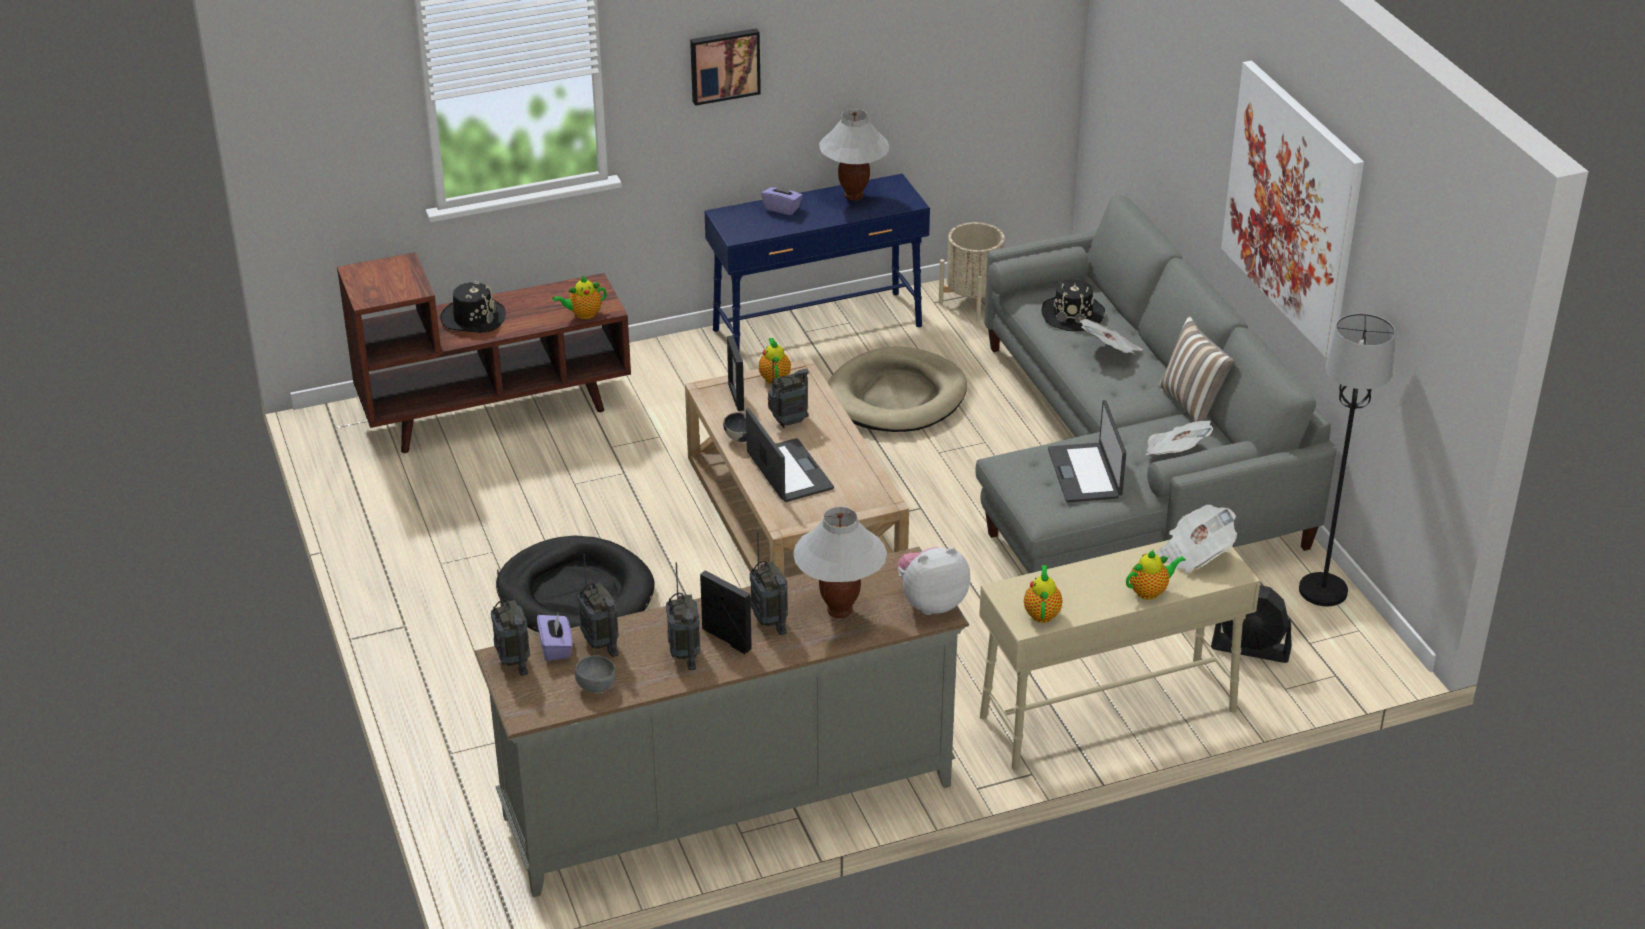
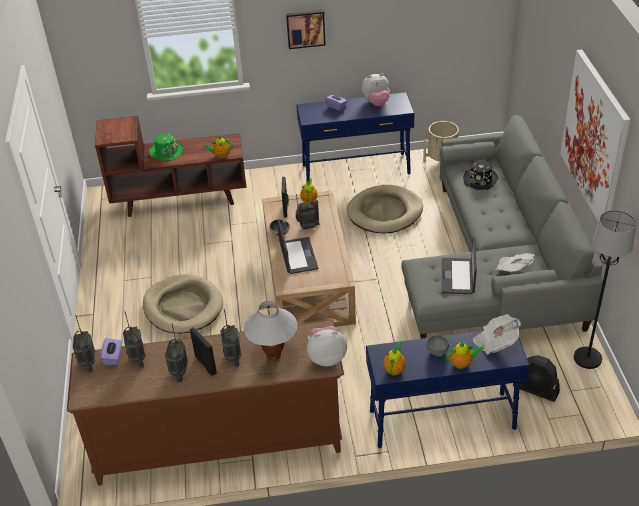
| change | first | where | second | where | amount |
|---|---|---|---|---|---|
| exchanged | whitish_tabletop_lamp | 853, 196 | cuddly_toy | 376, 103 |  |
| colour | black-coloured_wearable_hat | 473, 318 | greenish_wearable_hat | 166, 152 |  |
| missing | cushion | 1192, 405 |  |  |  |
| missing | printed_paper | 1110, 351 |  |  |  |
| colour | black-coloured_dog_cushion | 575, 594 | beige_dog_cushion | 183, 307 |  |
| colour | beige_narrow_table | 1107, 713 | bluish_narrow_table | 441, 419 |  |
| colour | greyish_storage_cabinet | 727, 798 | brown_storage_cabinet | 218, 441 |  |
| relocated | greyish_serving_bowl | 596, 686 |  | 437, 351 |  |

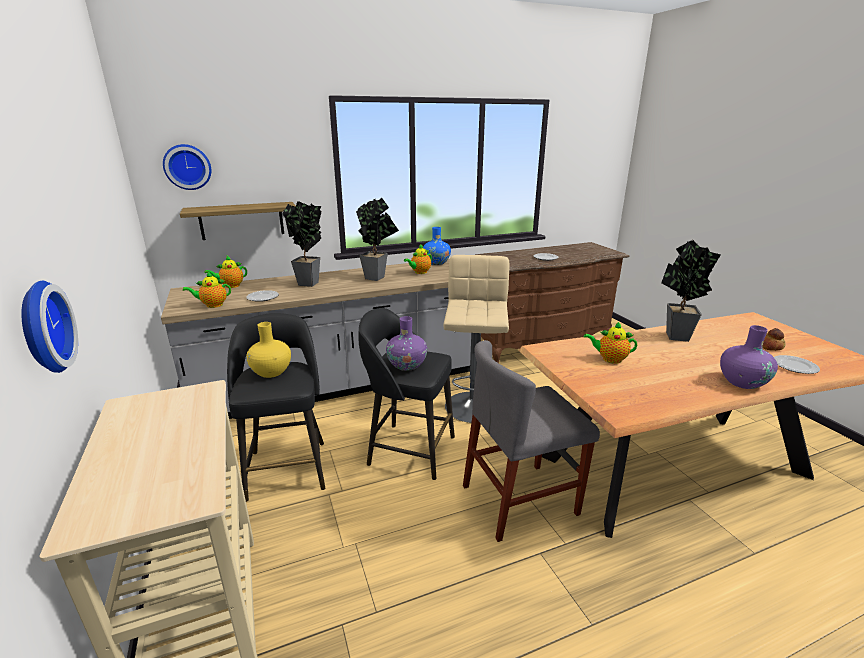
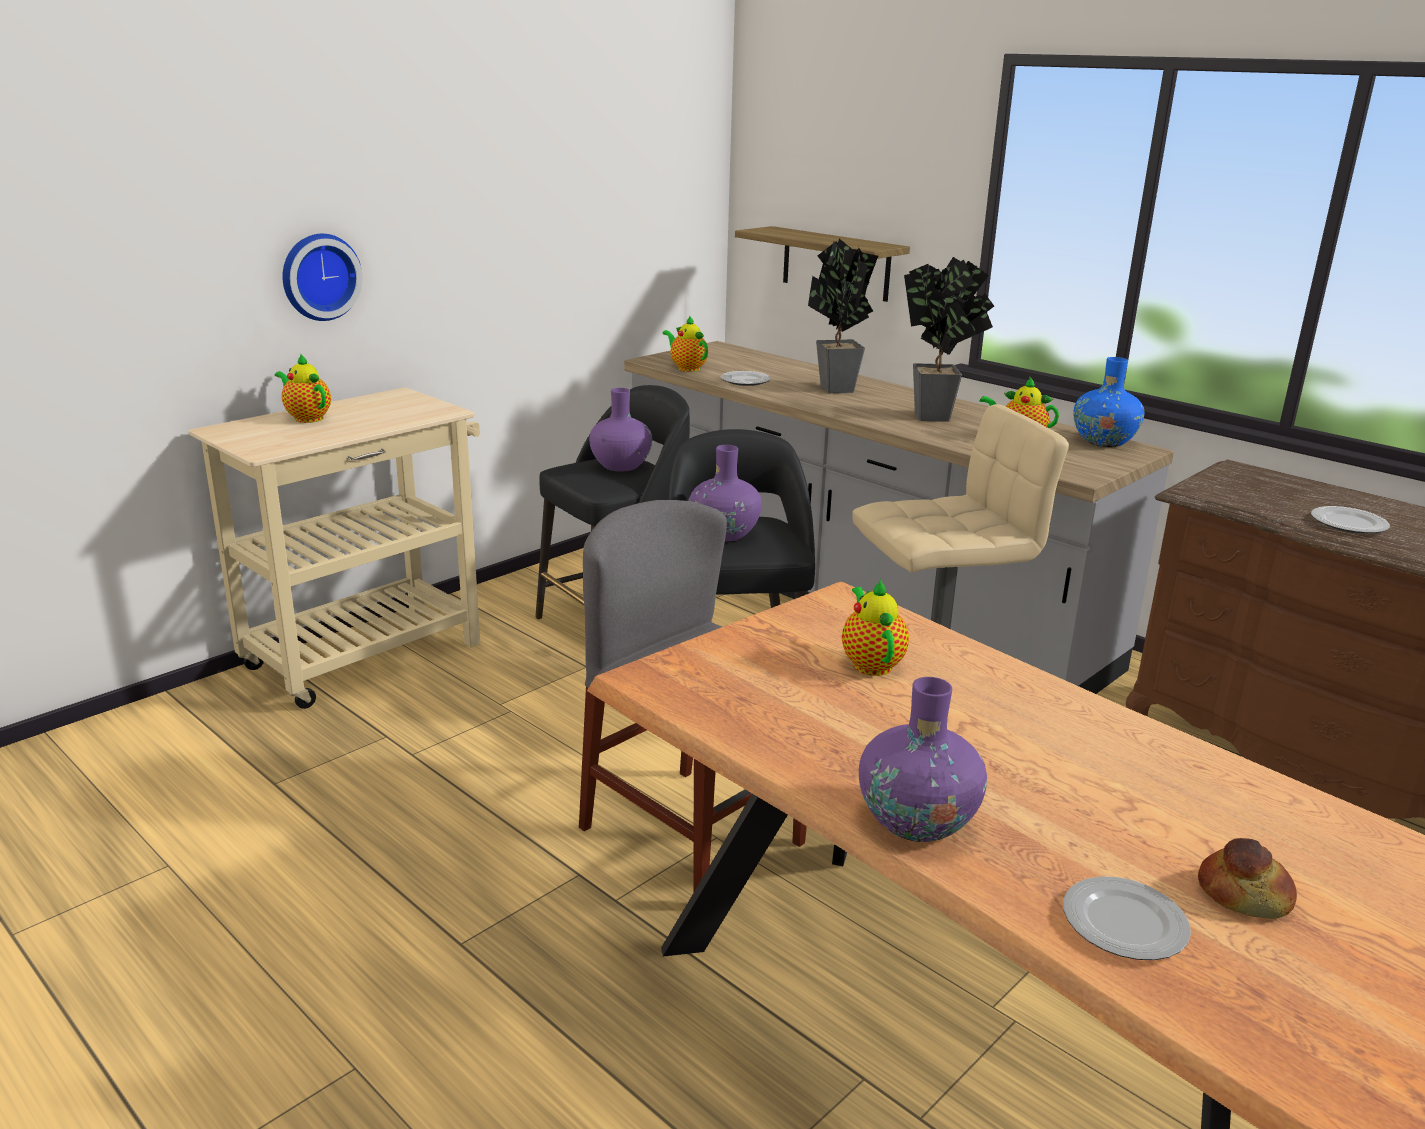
| change | first | where | second | where | amount |
|---|---|---|---|---|---|
| missing | hanging_clock | 187, 167 |  |  |  |
| missing | potted_plant | 675, 338 |  |  |  |
| relocated | teapot | 230, 286 |  | 306, 418 |  |
| colour | yellowish_vase | 271, 372 | purple-coloured_vase | 620, 466 |  |

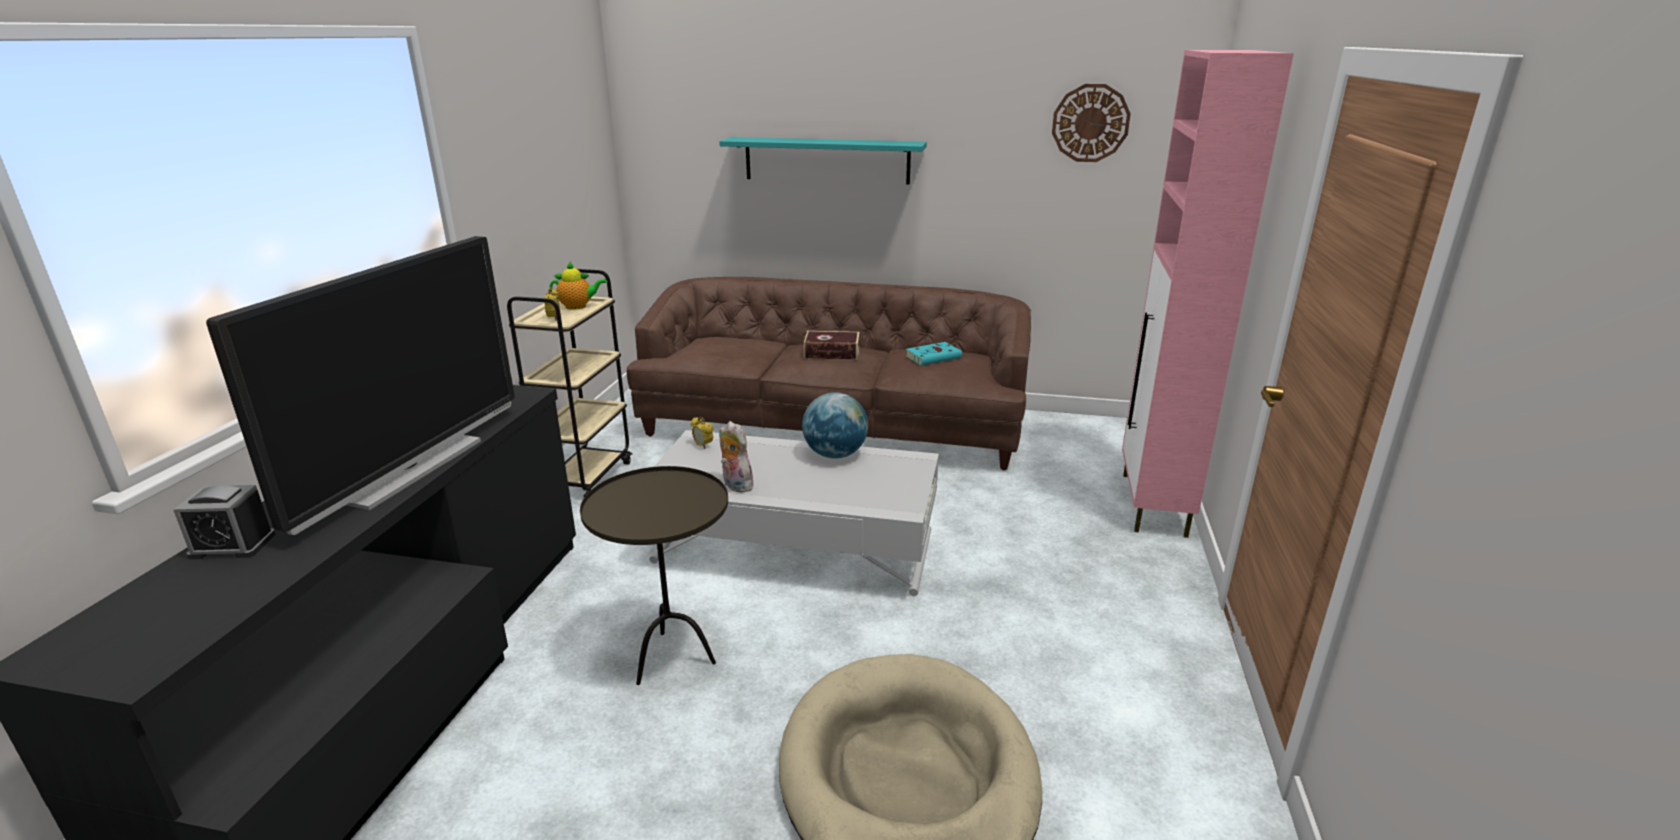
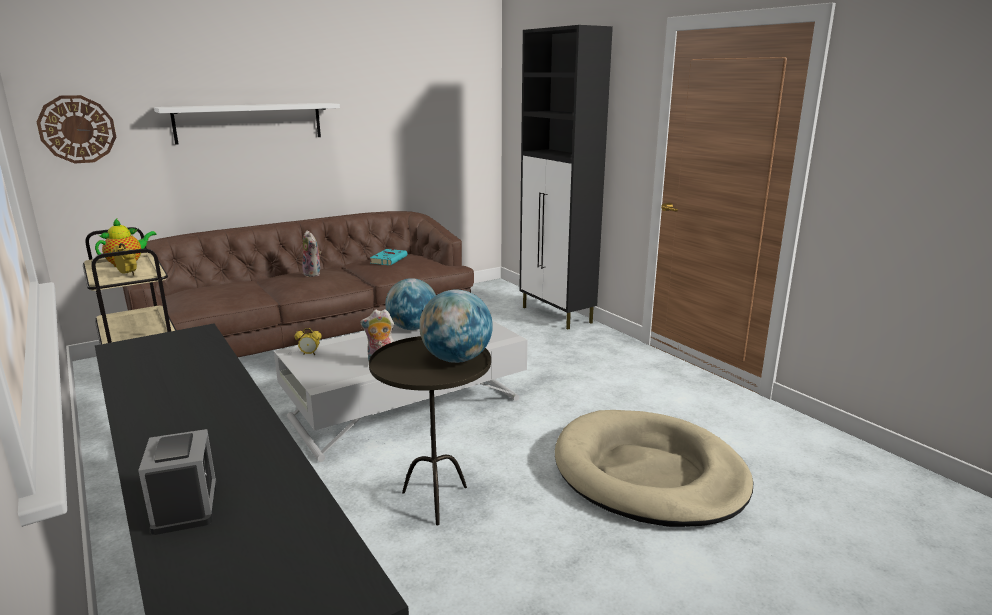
| change | first | where | second | where | amount |
|---|---|---|---|---|---|
| colour | pink_storage_cabinet | 1153, 505 | black-coloured_storage_cabinet | 557, 315 |  |
| relocated | hanging_clock | 1090, 123 |  | 77, 129 |  |
| colour | turquoise_wall_shelf | 827, 160 | whitish_wall_shelf | 249, 122 |  |
| missing | TV_set | 410, 469 |  |  |  |
| exchanged | bound_book | 832, 353 | cuddly_toy | 313, 274 |  |
| spun | table_clock | 232, 545 |  | 185, 506 | 60 degrees counterclockwise |
| appeared |  |  | desk_globe | 456, 359 |  |

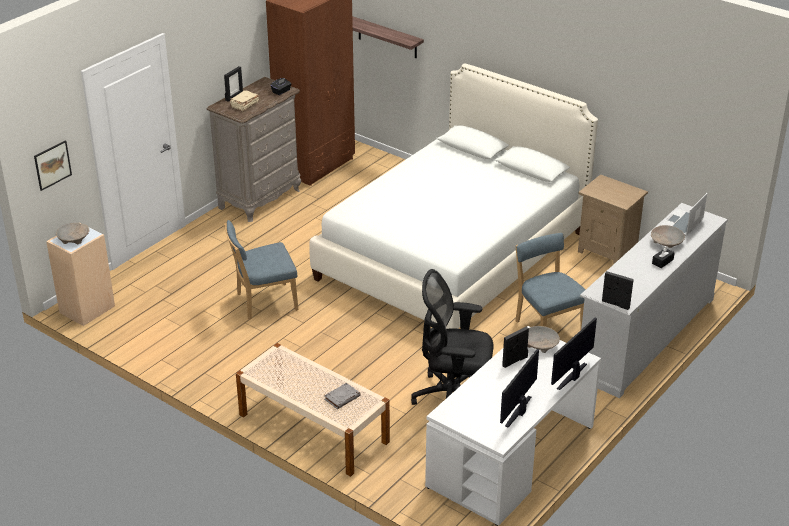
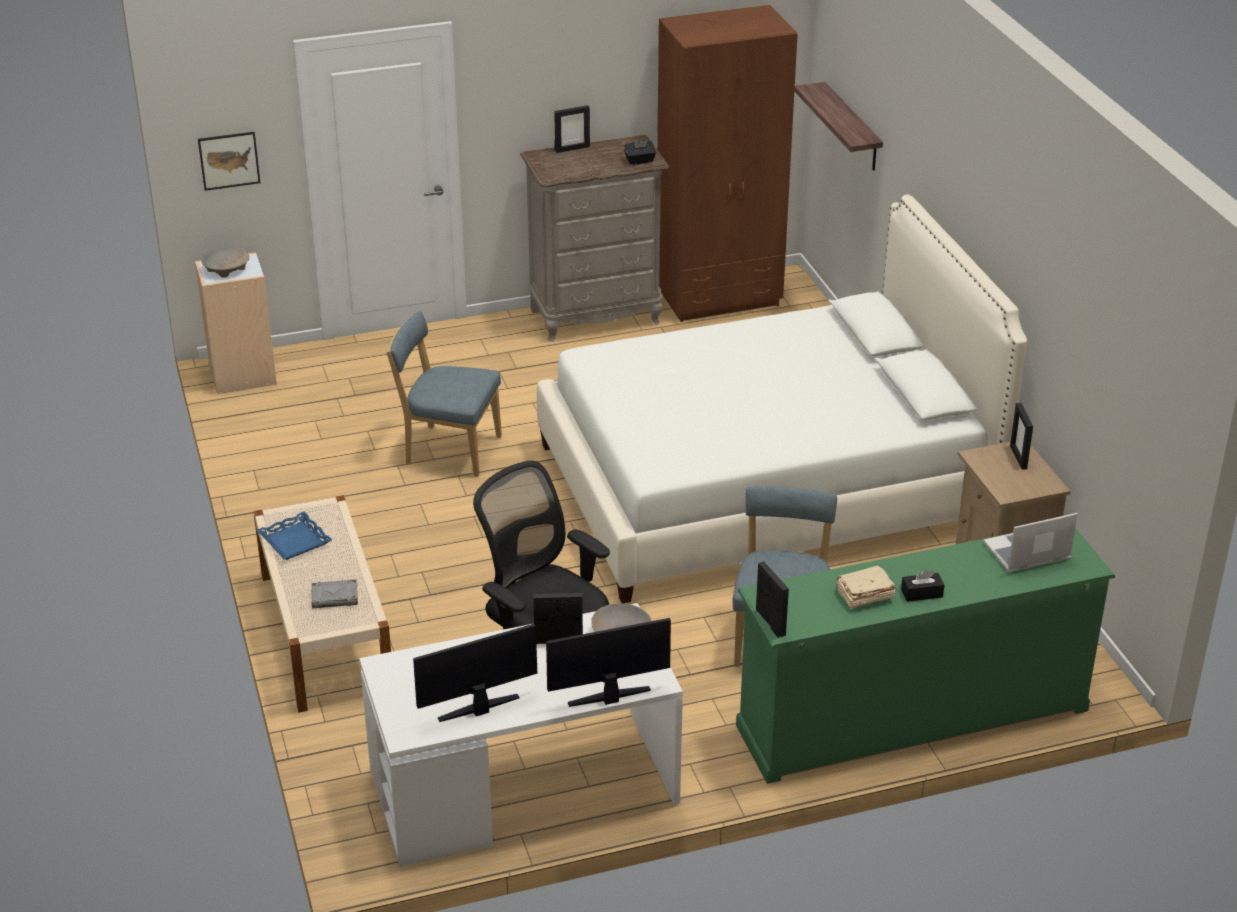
| change | first | where | second | where | amount |
|---|---|---|---|---|---|
| relocated | beige_bound_book | 244, 105 |  | 864, 595 |  |
| colour | whitish_storage_cabinet | 646, 337 | greenish_storage_cabinet | 911, 718 |  |
| missing | beige_serving_bowl | 667, 242 |  |  |  |
| appeared |  |  | photo_frame | 1019, 457 |  |
| appeared |  |  | bluish_serving_tray | 294, 541 |  |

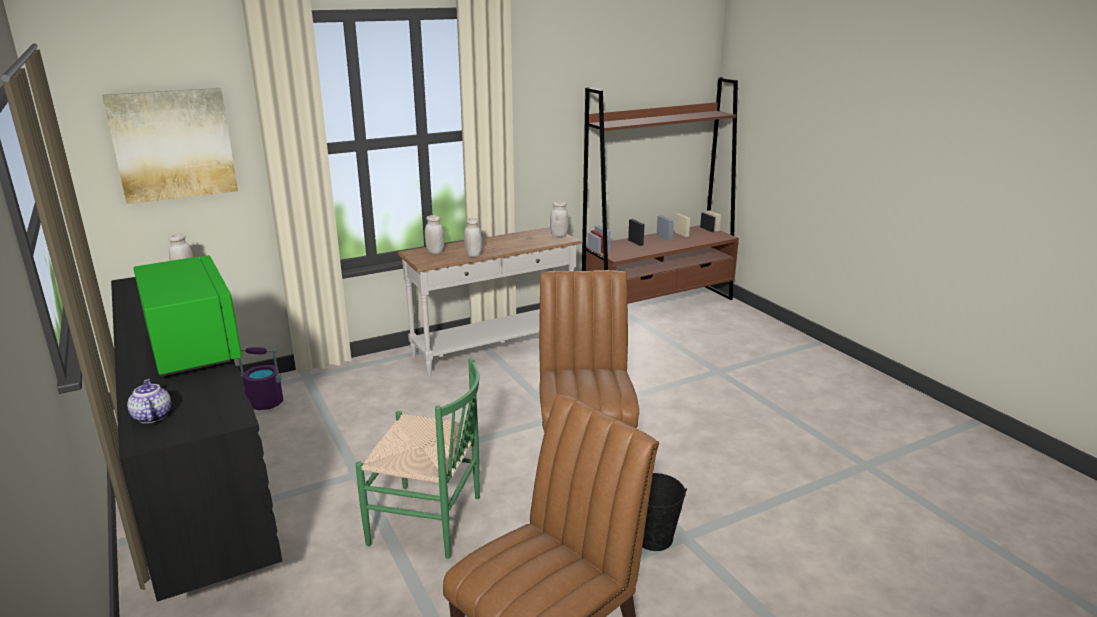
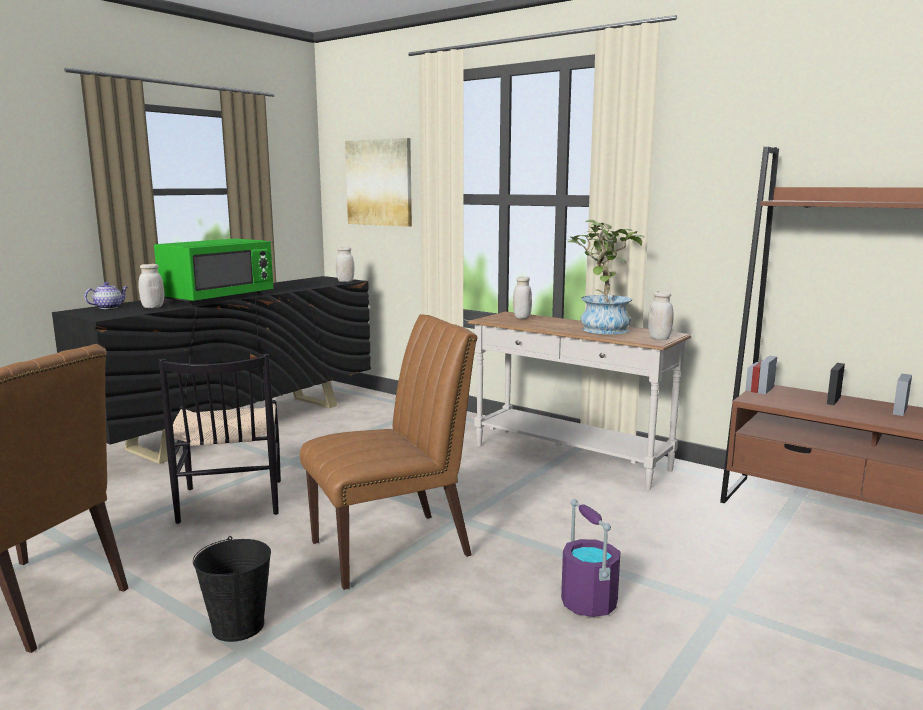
| change | first | where | second | where | amount |
|---|---|---|---|---|---|
| relocated | whitish_storage_jar | 473, 255 |  | 153, 307 |  |
| relocated | purple-coloured_bucket | 265, 403 |  | 588, 602 |  |
| colour | greenish_chair | 430, 521 | black-coloured_chair | 230, 504 |  |
| appeared |  |  | potted_plant | 601, 328 |  |

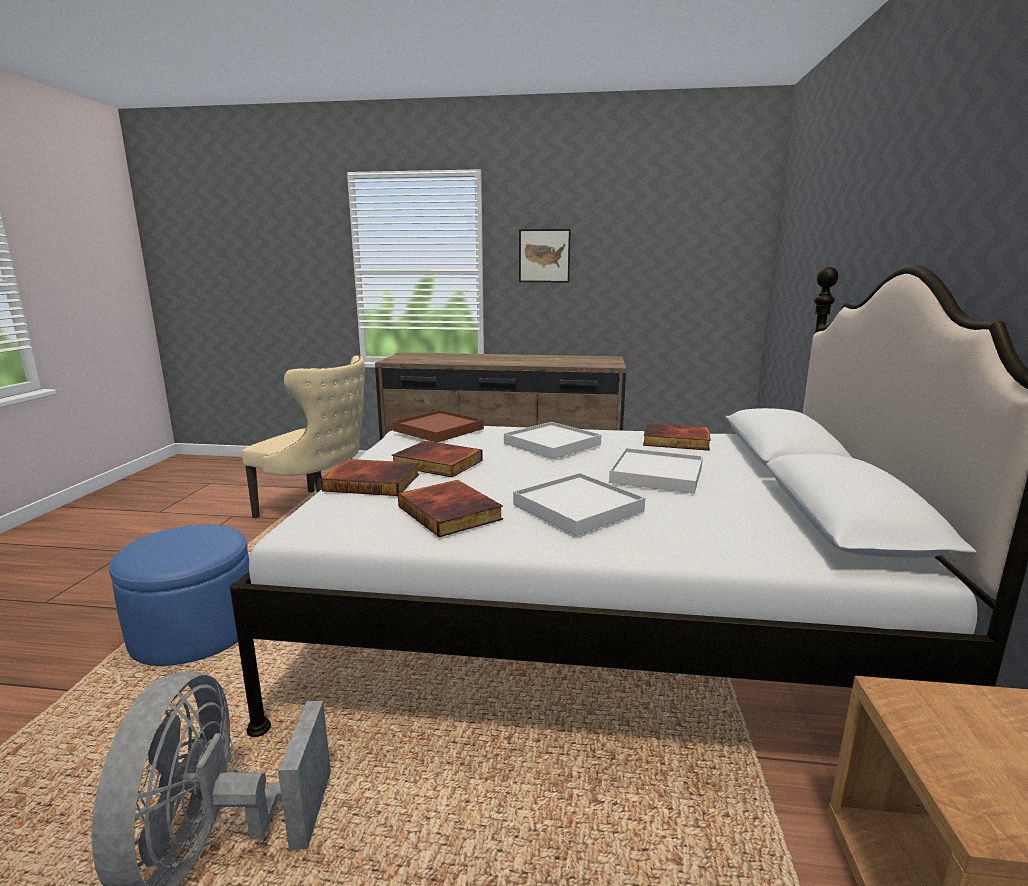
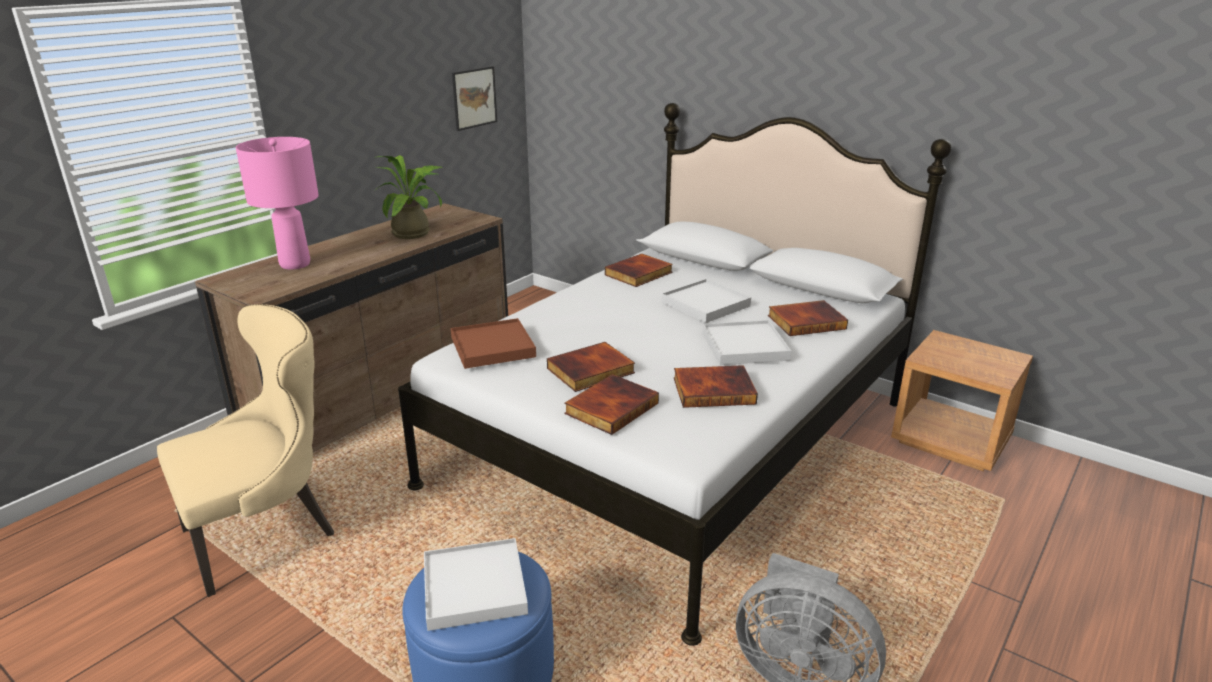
| change | first | where | second | where | amount |
|---|---|---|---|---|---|
| relocated | wall_picture | 544, 256 |  | 474, 98 |  |
| relocated | whitish_serving_tray | 552, 444 |  | 474, 587 |  |
| appeared |  |  | pink_tabletop_lamp | 295, 264 |  |
| appeared |  |  | potted_plant | 415, 233 |  |
| appeared |  |  | bound_book | 806, 321 |  |

